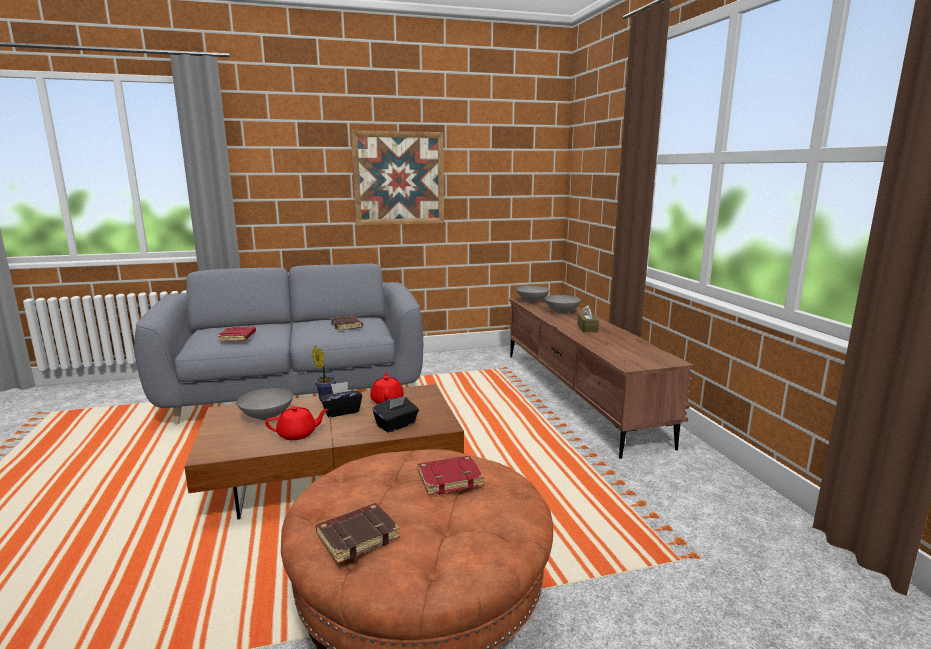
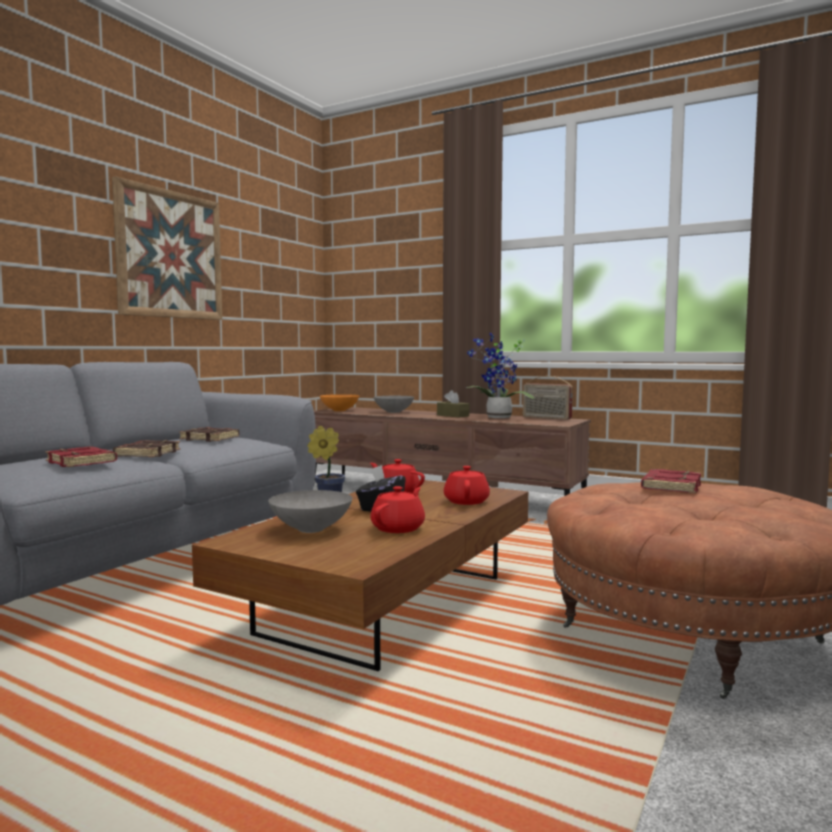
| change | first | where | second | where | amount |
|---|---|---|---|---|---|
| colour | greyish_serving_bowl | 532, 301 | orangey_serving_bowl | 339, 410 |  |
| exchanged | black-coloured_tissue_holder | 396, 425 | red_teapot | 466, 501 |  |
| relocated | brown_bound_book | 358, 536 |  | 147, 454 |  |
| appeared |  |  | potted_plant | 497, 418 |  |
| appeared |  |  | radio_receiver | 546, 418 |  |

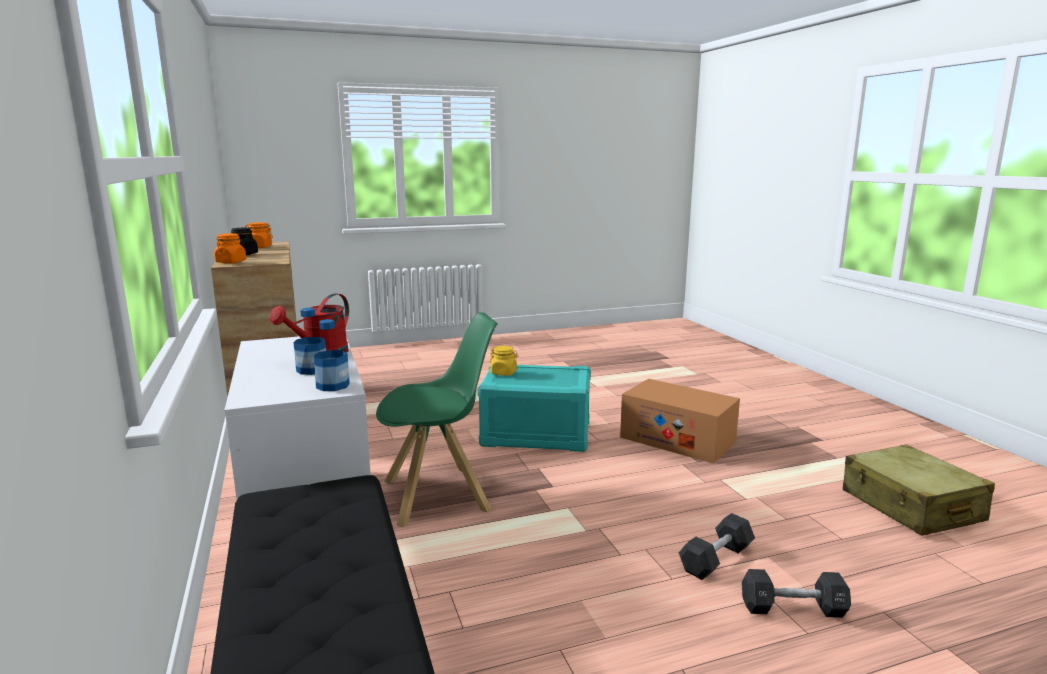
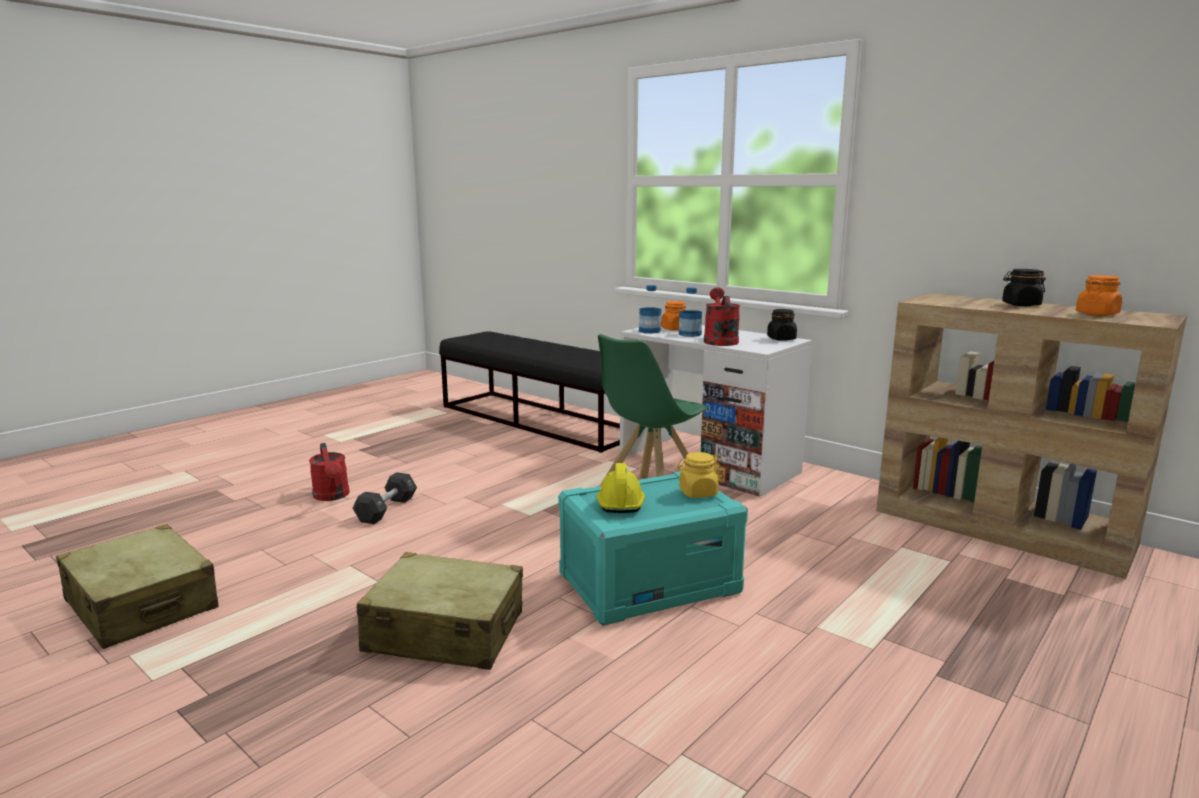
| change | first | where | second | where | amount |
|---|---|---|---|---|---|
| relocated | orangey_storage_jar | 231, 262 |  | 674, 329 |  |
| exchanged | packing_box | 677, 439 | beige_suitcase | 445, 632 |  |
| exchanged | black-coloured_free_weight | 793, 608 | red_watering_can | 332, 496 |  |
| appeared |  |  | black-coloured_storage_jar | 781, 339 |  |
| appeared |  |  | yellowish_hard_hat | 620, 502 |  |

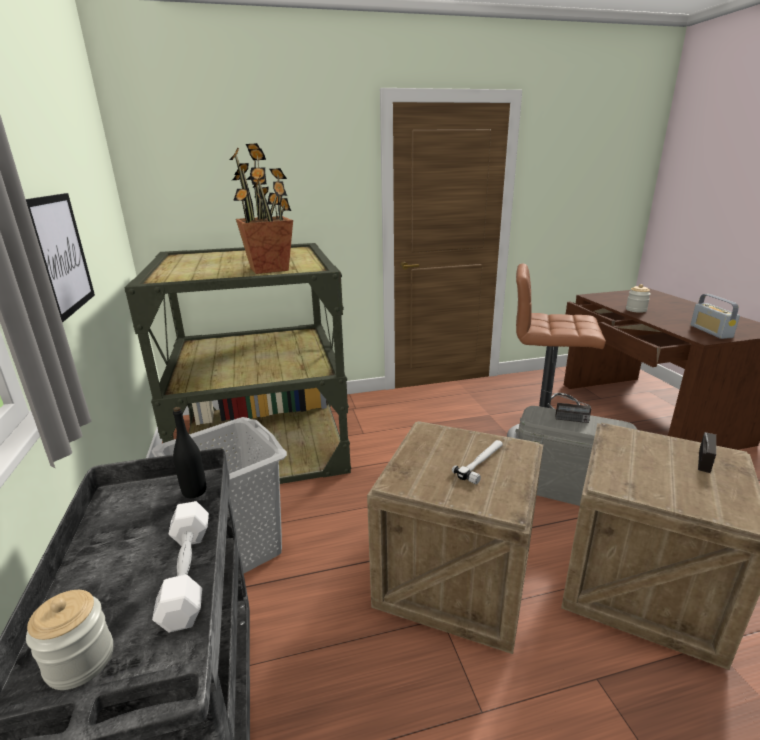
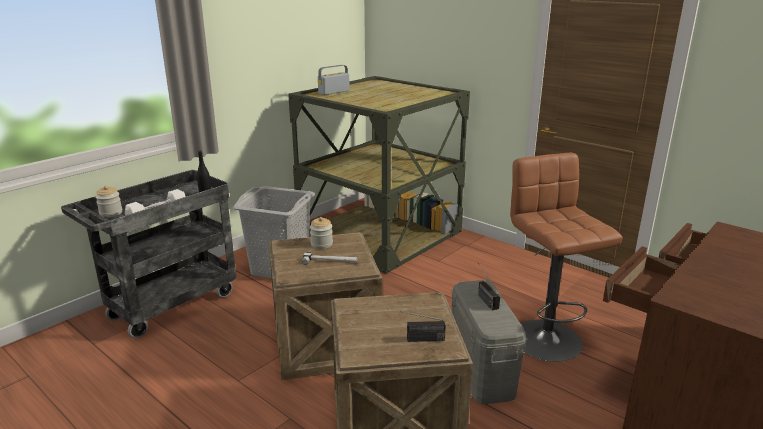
| change | first | where | second | where | amount |
|---|---|---|---|---|---|
| missing | potted_plant | 269, 269 |  |  |  |
| missing | wall_picture | 61, 254 |  |  |  |
| relocated | storage_jar | 636, 310 |  | 321, 244 |  |
| relocated | radio_receiver | 711, 331 |  | 334, 92 |  |

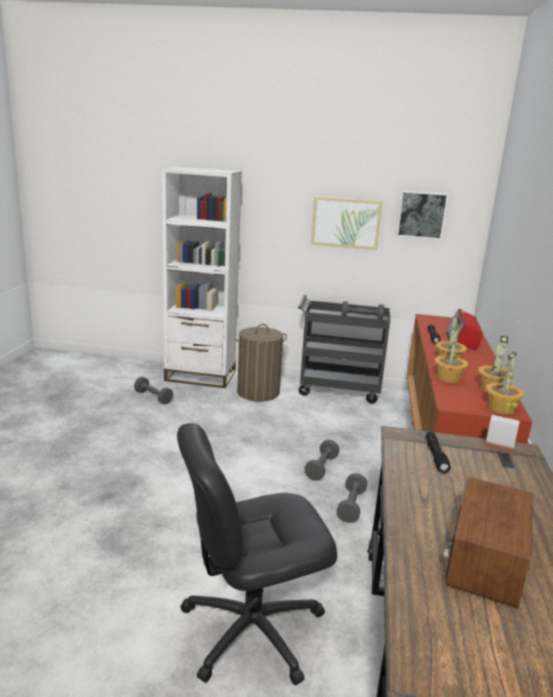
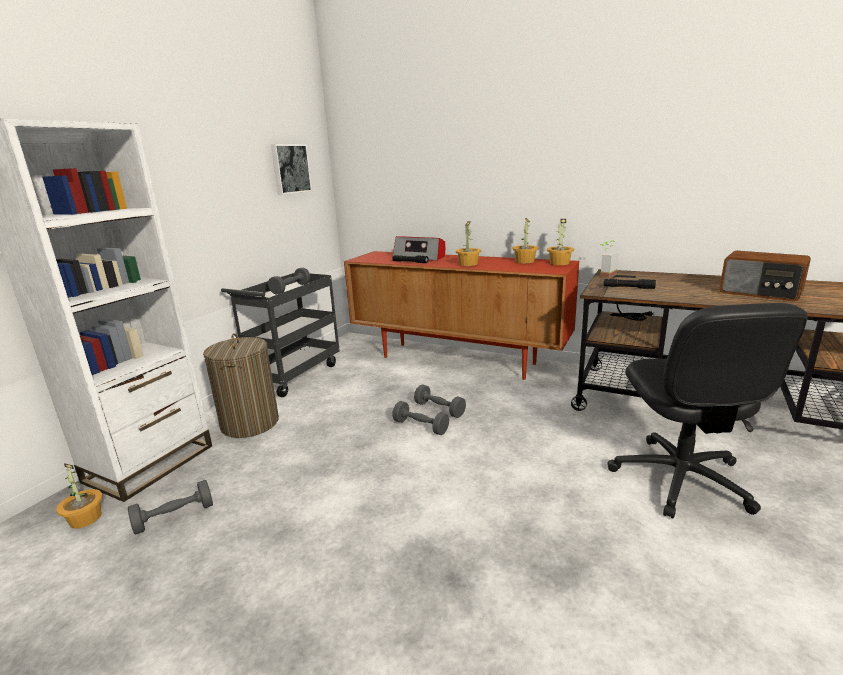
| change | first | where | second | where | amount |
|---|---|---|---|---|---|
| missing | wall_picture | 346, 222 |  |  |  |
| relocated | potted_plant | 448, 378 |  | 85, 519 |  |
| relocated | greyish_free_weight | 351, 506 |  | 420, 427 |  |

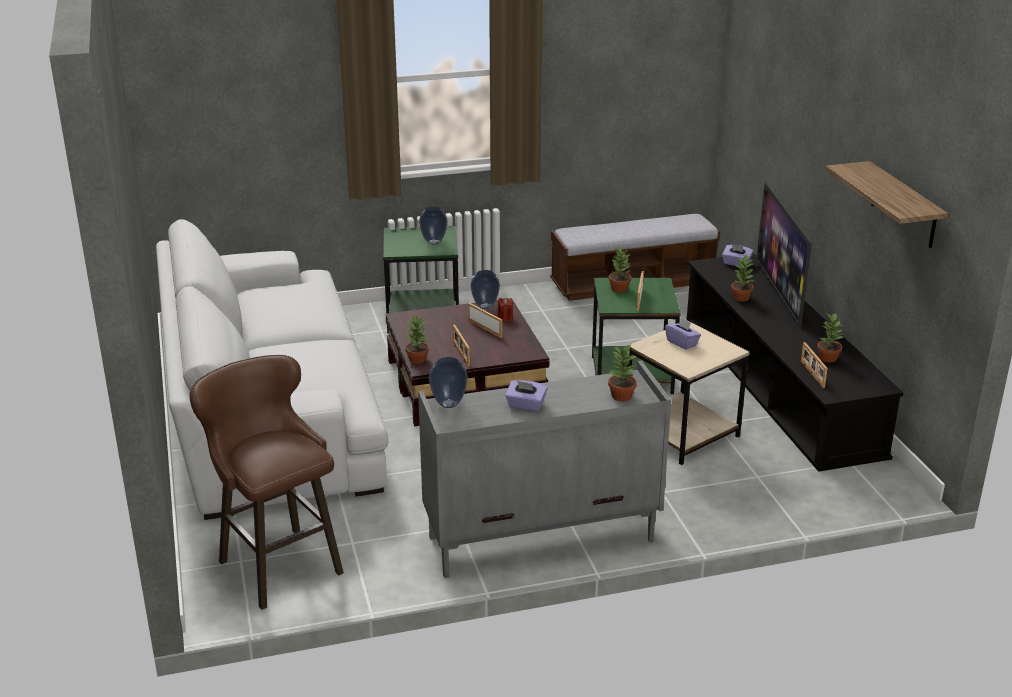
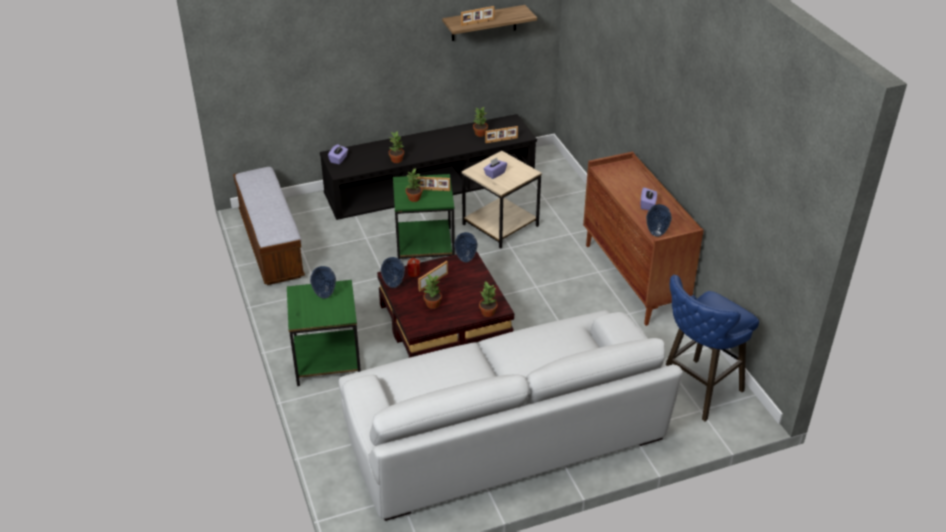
| change | first | where | second | where | amount |
|---|---|---|---|---|---|
| missing | TV_set | 779, 294 |  |  |  |
| relocated | photo_frame | 460, 354 |  | 477, 22 |  |
| relocated | potted_plant | 621, 396 |  | 433, 304 |  |
| colour | brown_sitting_stool | 277, 564 | bluish_sitting_stool | 697, 391 |  |
| colour | greyish_storage_cabinet | 540, 539 | brown_storage_cabinet | 633, 279 |  |
| appeared |  |  | vase | 465, 259 |  |

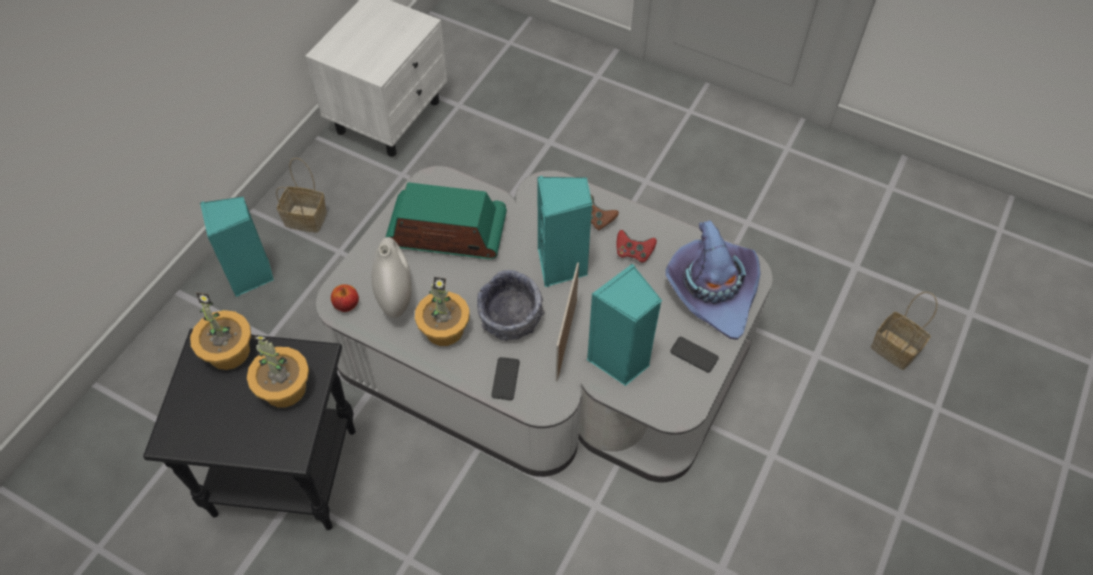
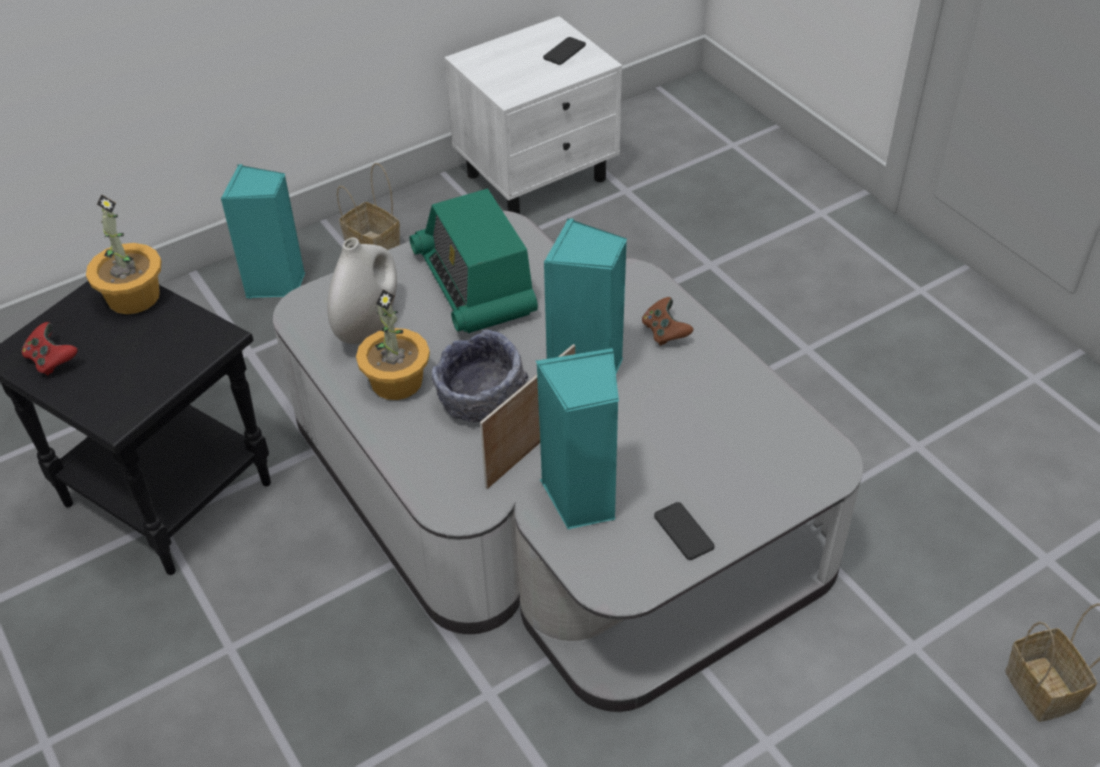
| change | first | where | second | where | amount |
|---|---|---|---|---|---|
| spun | radio_receiver | 447, 233 |  | 474, 284 | 150 degrees counterclockwise |
| missing | purple-coloured_wearable_hat | 712, 290 |  |  |  |
| relocated | red_game_controller | 633, 252 |  | 51, 360 |  |
| missing | whole_apple | 346, 305 |  |  |  |
| missing | potted_plant | 284, 389 |  |  |  |
| relocated | phone | 505, 379 |  | 564, 51 |  |

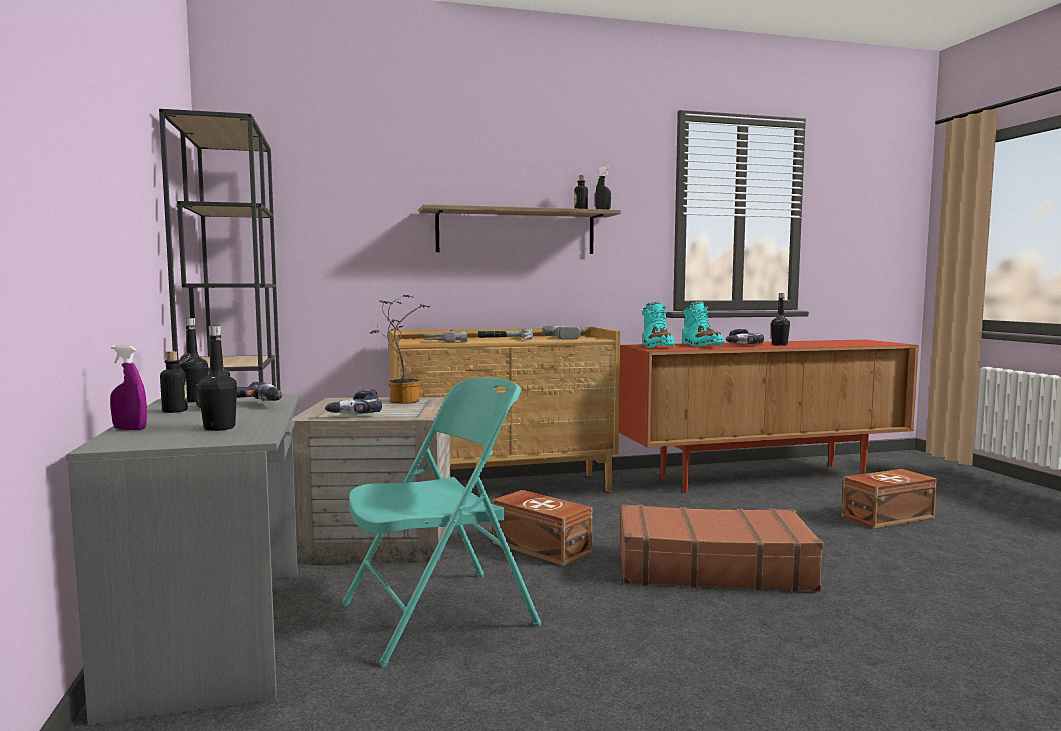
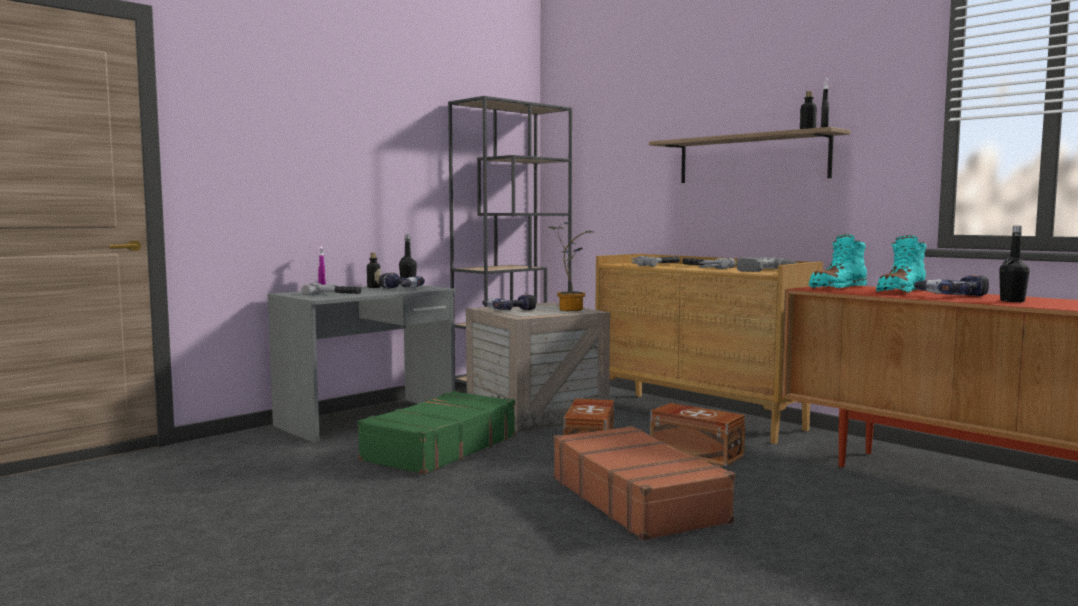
| change | first | where | second | where | amount |
|---|---|---|---|---|---|
| exchanged | black-coloured_bottle | 219, 428 | hammer | 338, 294 |  |
| exchanged | turquoise_chair | 438, 615 | greenish_suitcase | 439, 448 |  |
| relocated | brown_storage_box | 885, 516 |  | 695, 452 |  |

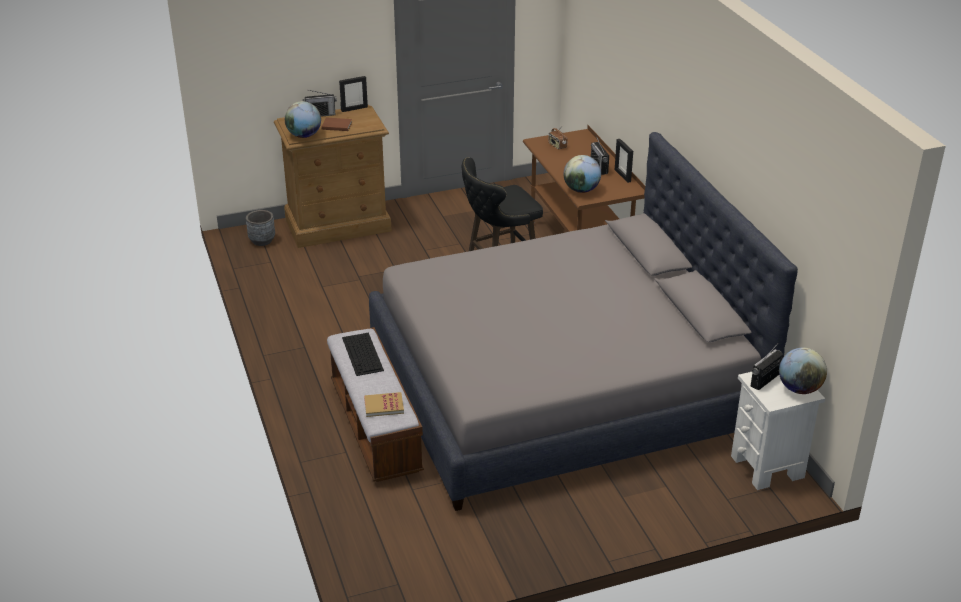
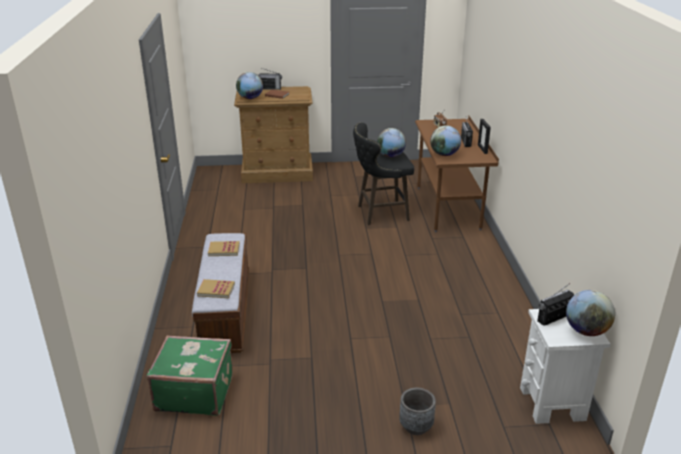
| change | first | where | second | where | amount |
|---|---|---|---|---|---|
| missing | photo_frame | 354, 108 |  |  |  |
| missing | greyish_bed | 563, 385 |  |  |  |
| relocated | greyish_flower_pot | 262, 241 |  | 416, 426 |  |
| exchanged | PC_keyboard | 363, 354 | bound_book | 224, 250 |  |
| appeared |  |  | desk_globe | 390, 156 |  |
| appeared |  |  | greenish_suitcase | 194, 392 |  |

